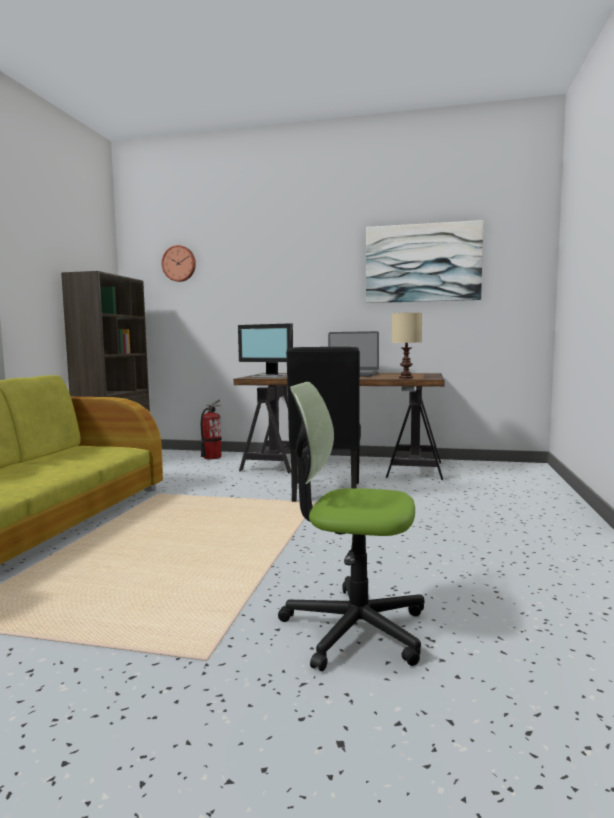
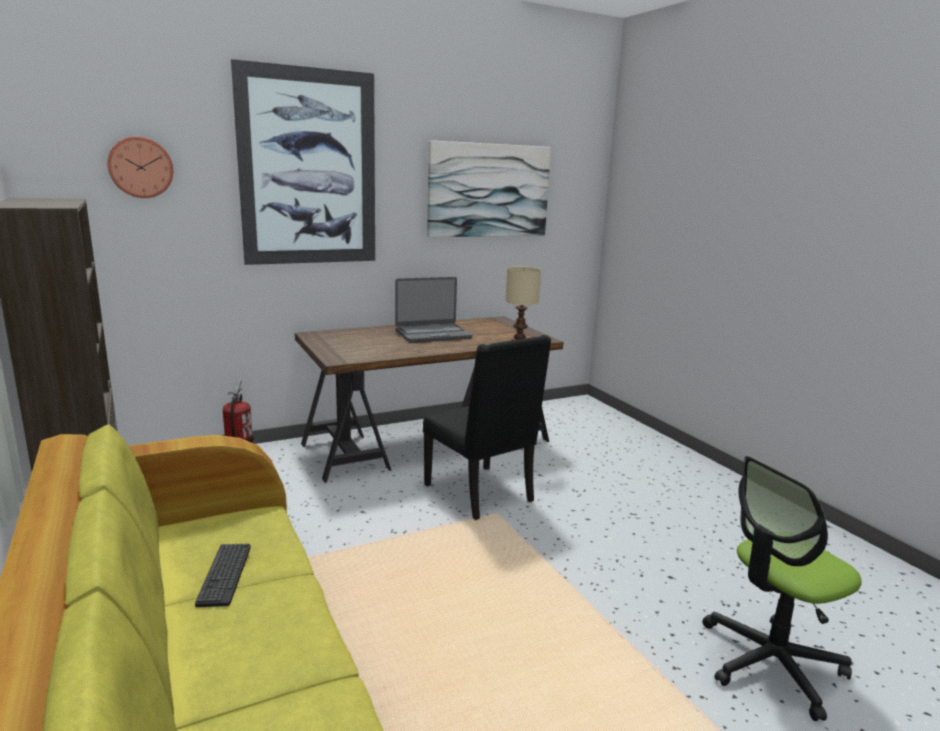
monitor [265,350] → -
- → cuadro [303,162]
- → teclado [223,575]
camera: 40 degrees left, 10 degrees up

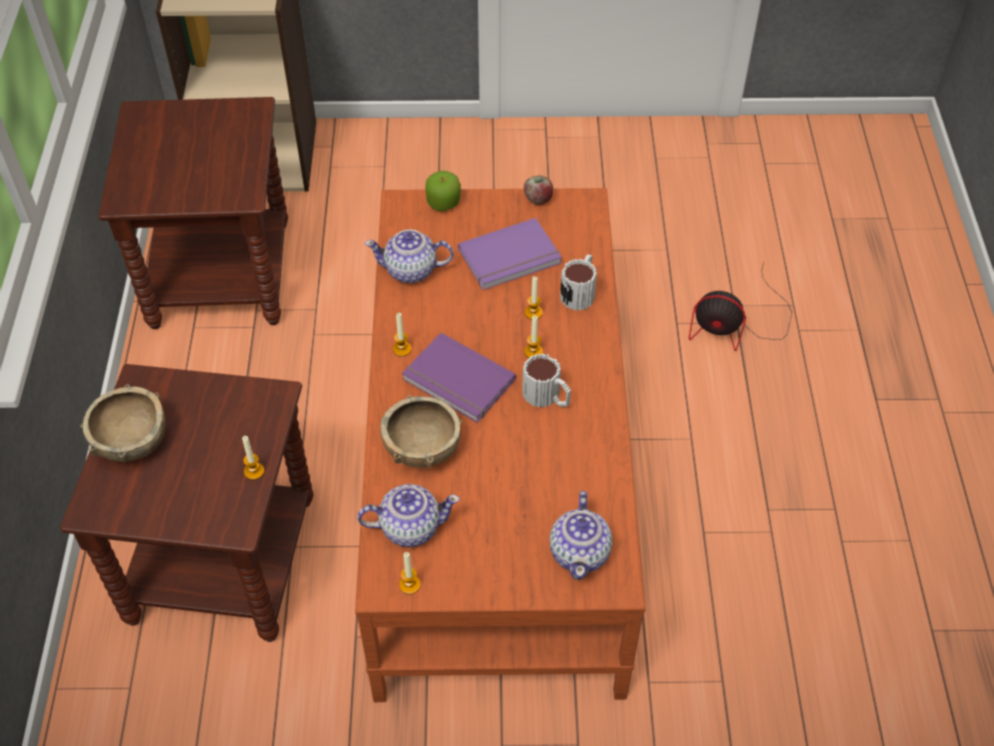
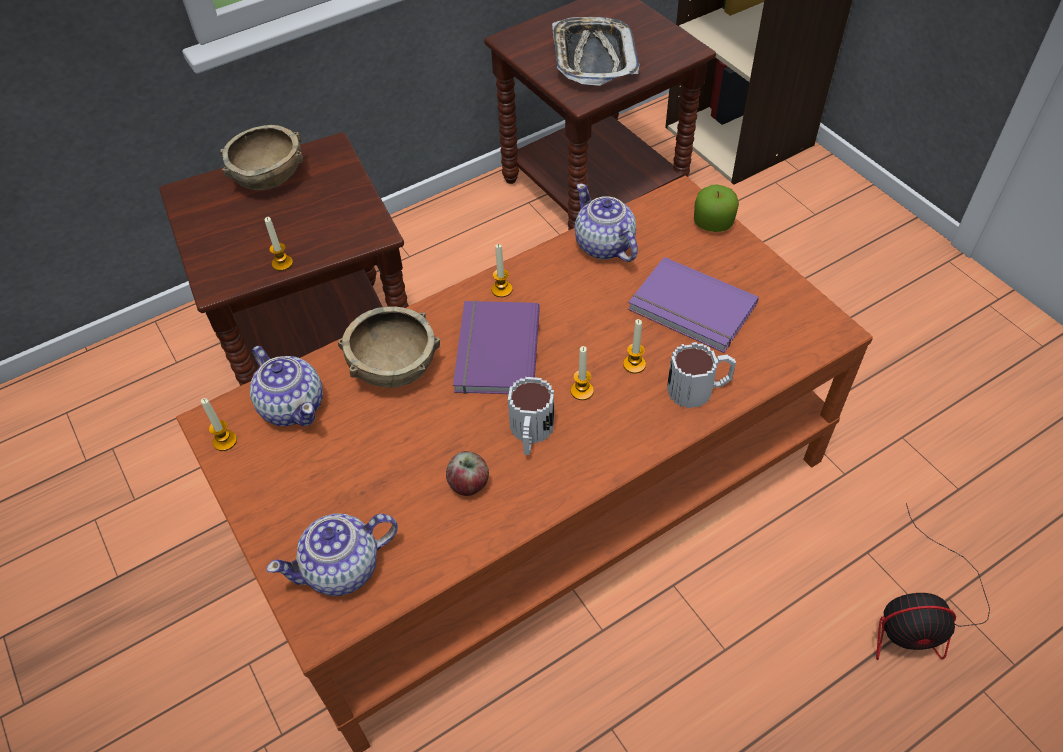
manzana [538,190] → manzana [467,473], moved
ventilador [740,306] → ventilador [933,581], 75 degrees counterclockwise
- → bandeja [595,51]
camera: 60 degrees right, 0 degrees up

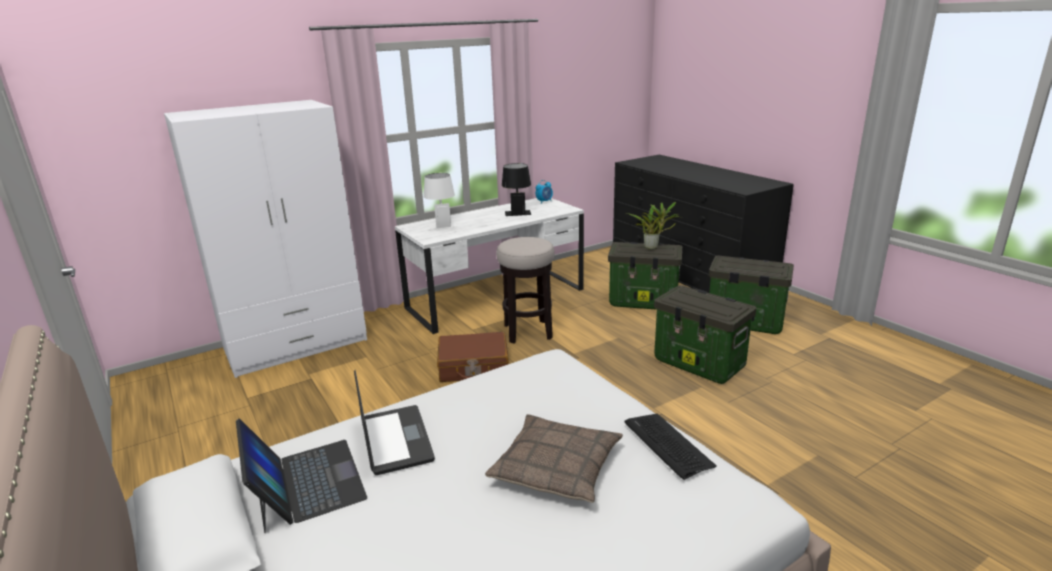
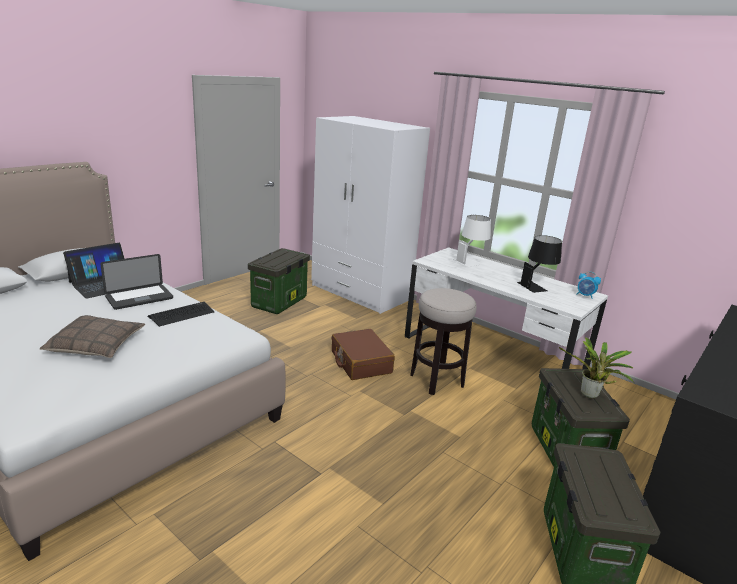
caja de almacenaje [705,335] → caja de almacenaje [279,281], moved
teclado [670,447] → teclado [181,314], moved
camera: 70 degrees right, 0 degrees up

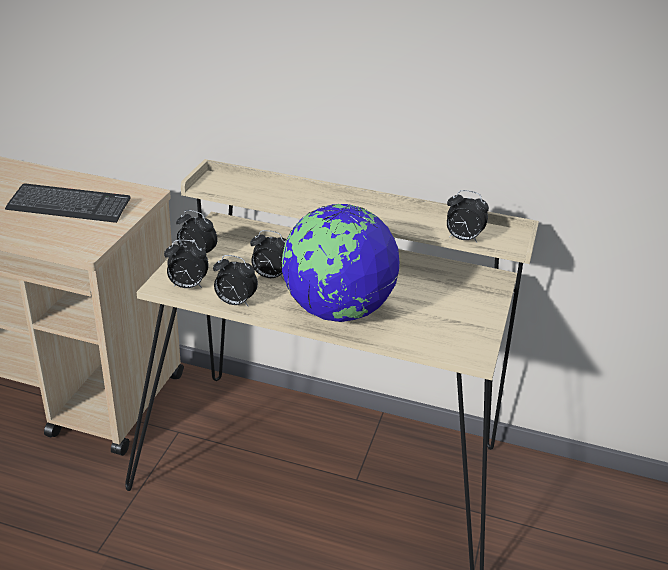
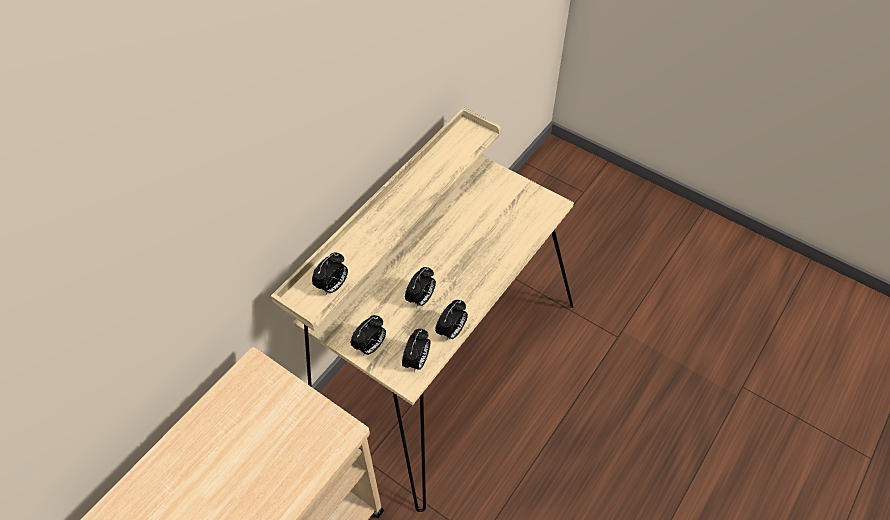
teclado [67,203] → -
despertador [468,216] → despertador [330,274], moved
globo terráqueo [341,263] → -
camera: 70 degrees left, 20 degrees up

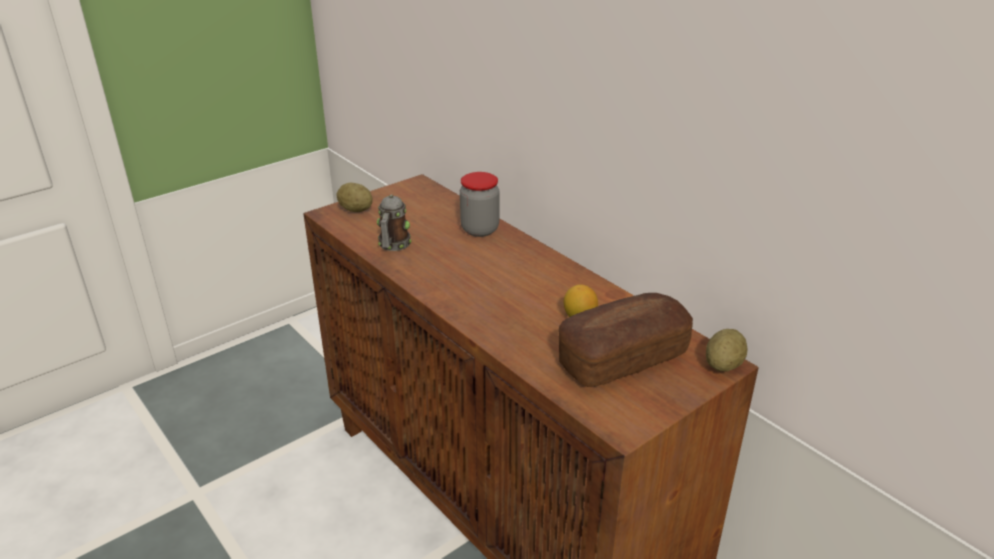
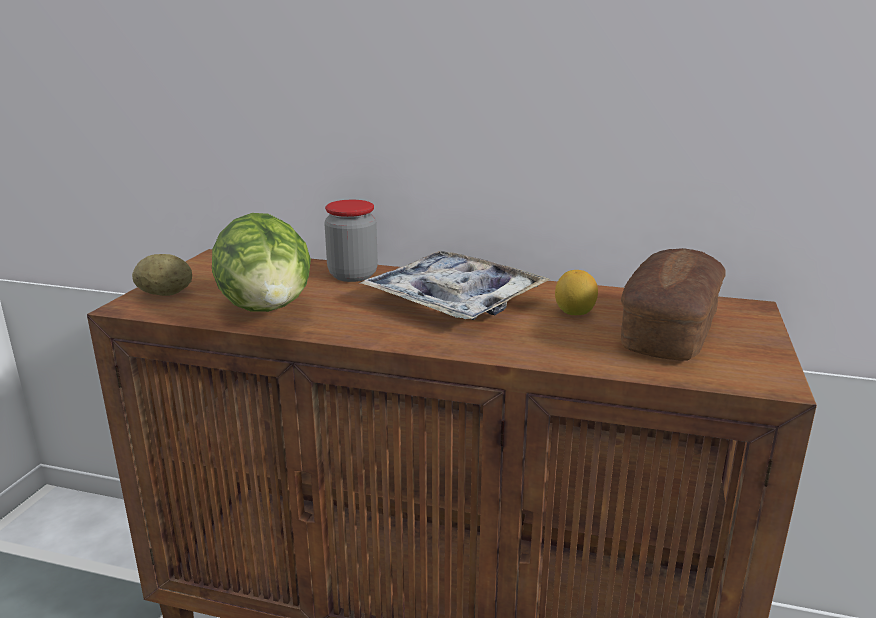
taza grande [394,222] → lechuga [261,262]
patata [726,350] → -
- → bandeja [455,285]
camera: 35 degrees left, 10 degrees down

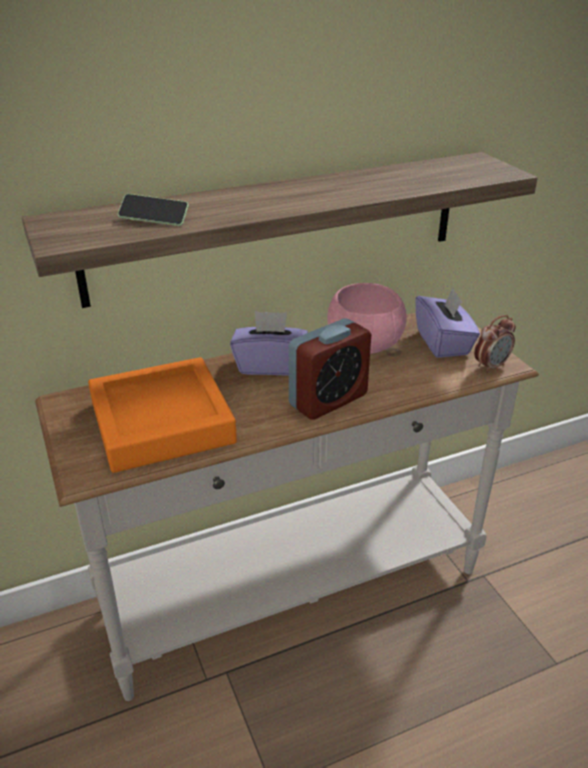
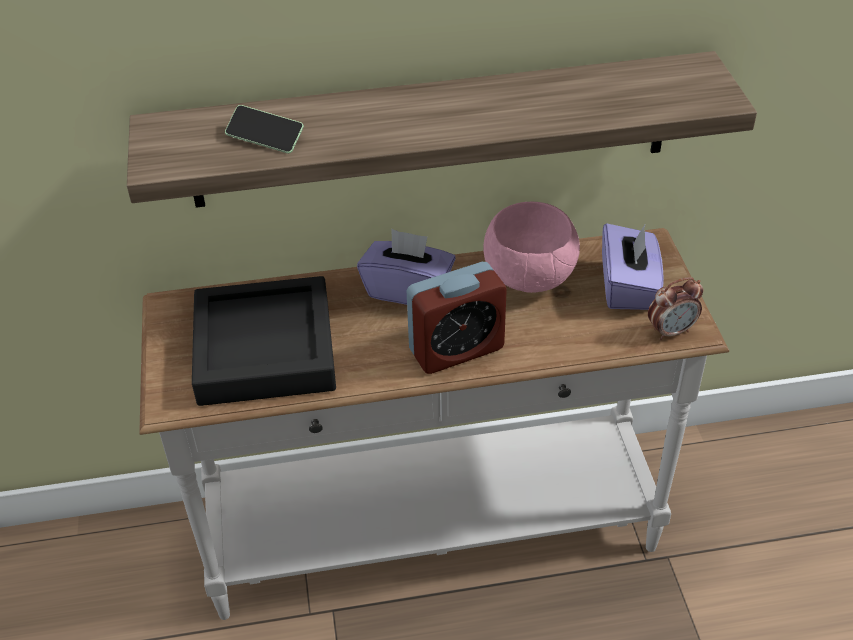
bandeja [naranja] [162,415] → bandeja [negro] [264,341]
camera: 15 degrees right, 10 degrees up

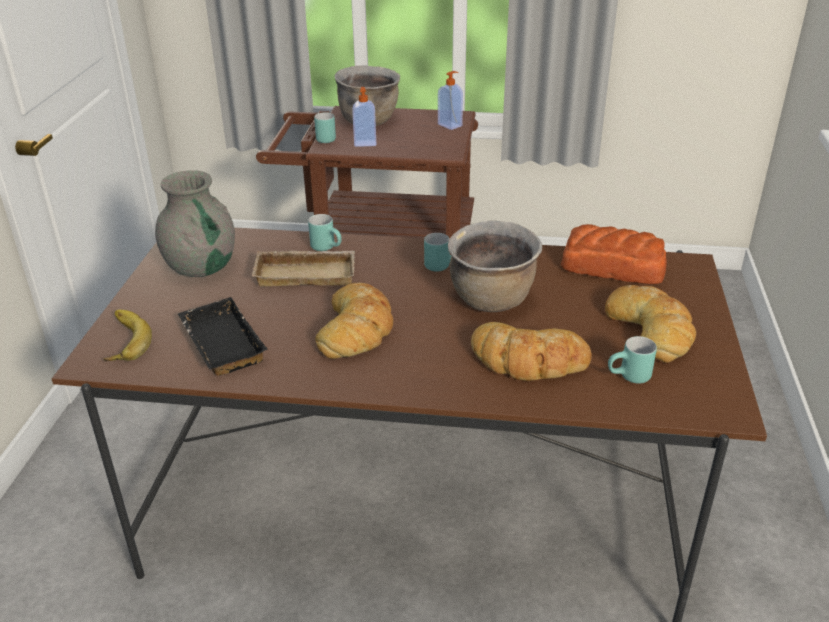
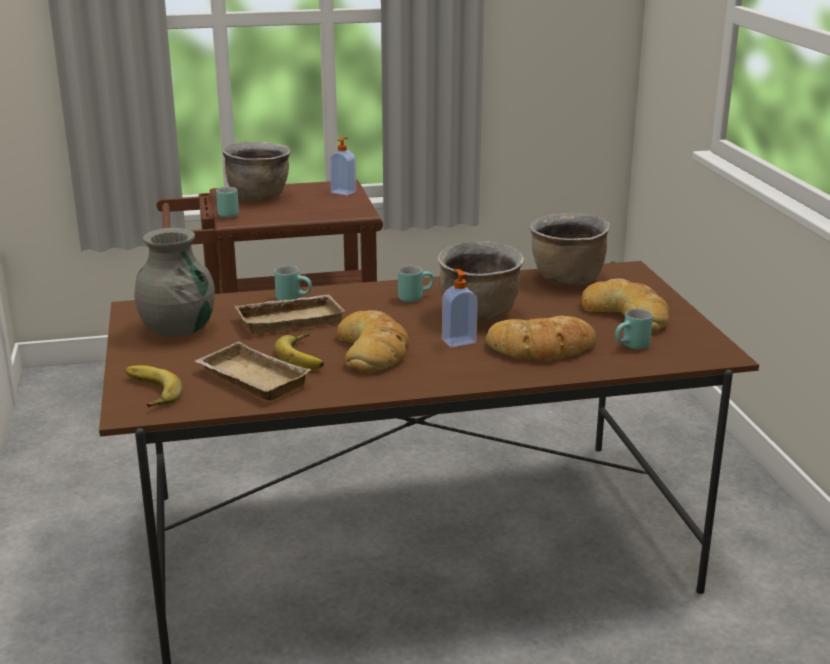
dispensador de jabón [364,117] → dispensador de jabón [460,308], moved
pan [614,254] → olla [marrón] [569,249]
bandeja [negro] [223,336] → bandeja [beis] [253,371]
- → plátano [299,352]
camera: 20 degrees left, 10 degrees down

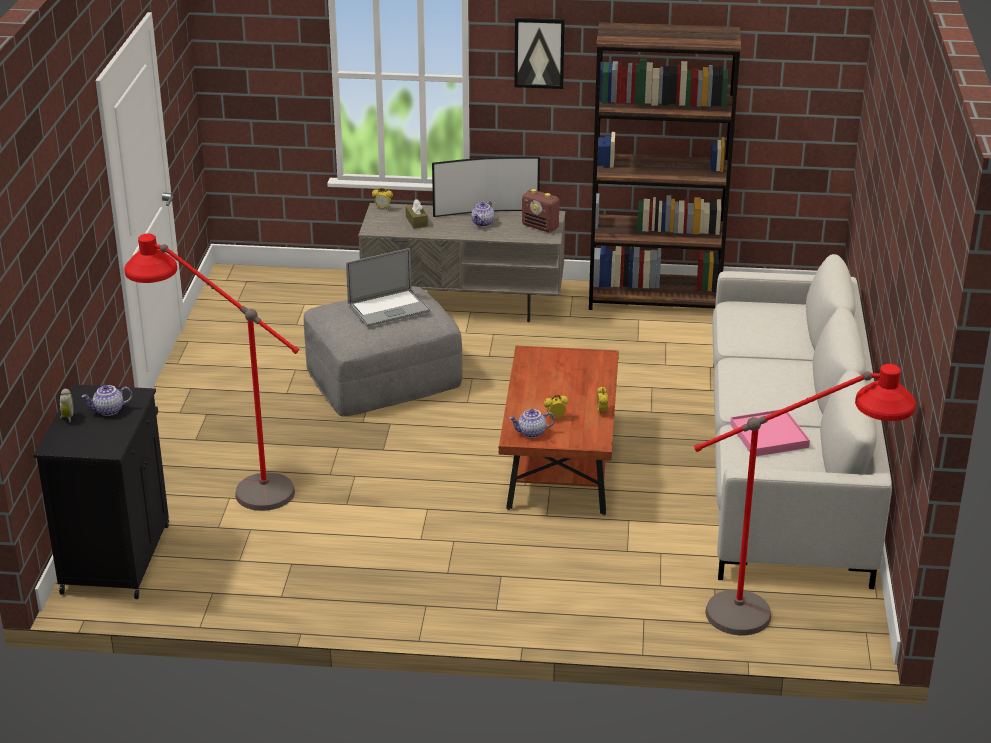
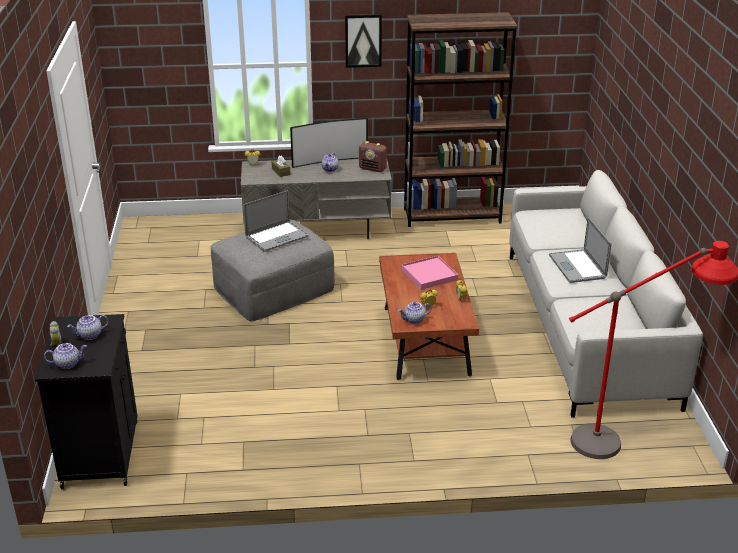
lámpara de pie [rojo] [211,372] → -
bandeja [rosa] [770,432] → bandeja [rosa] [429,273], moved
- → portátil [580,250]
- → tetera [65,356]
camera: 10 degrees left, 0 degrees up

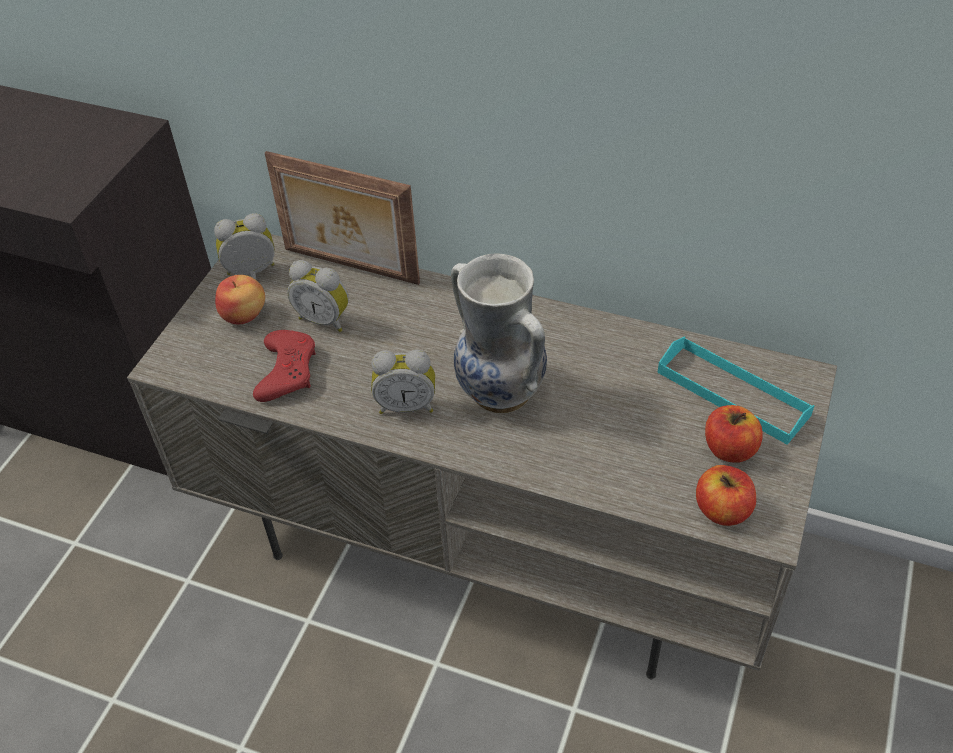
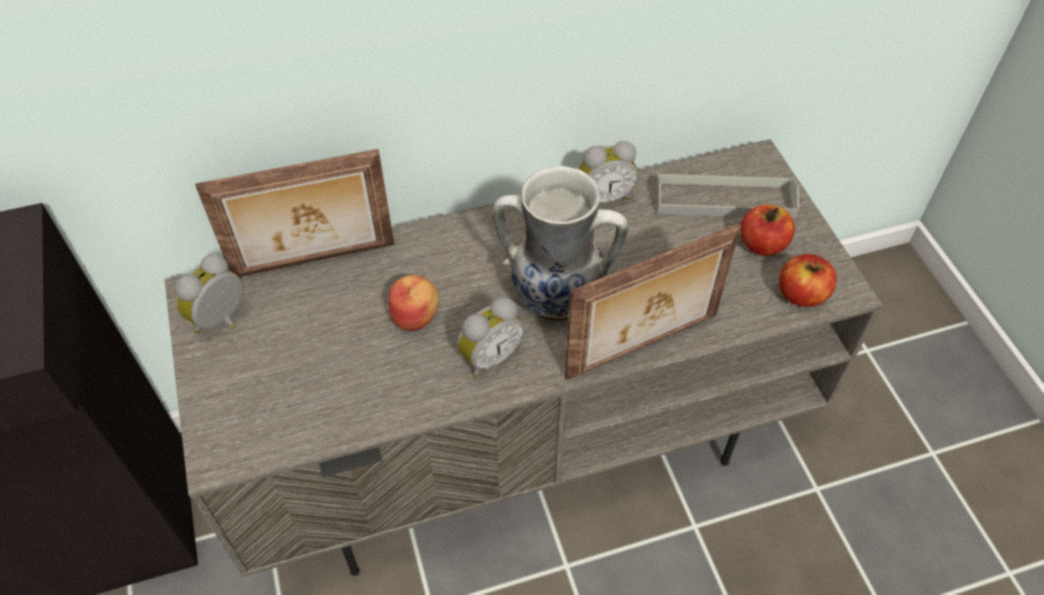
despertador [318,296] → despertador [608,172], moved
manzana [240,299] → manzana [413,303], moved
mando de consola [rojo] [284,366] → -
bandeja [turquesa] [736,390] → bandeja [gris] [727,195]
- → portarretratos [652,301]
camera: 40 degrees left, 5 degrees up

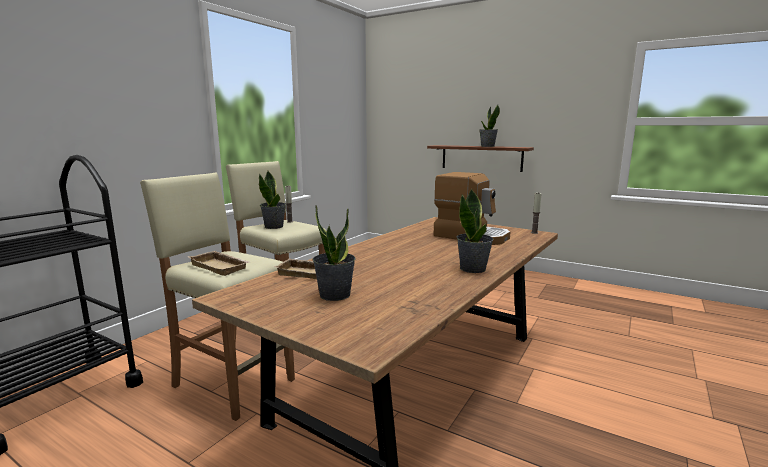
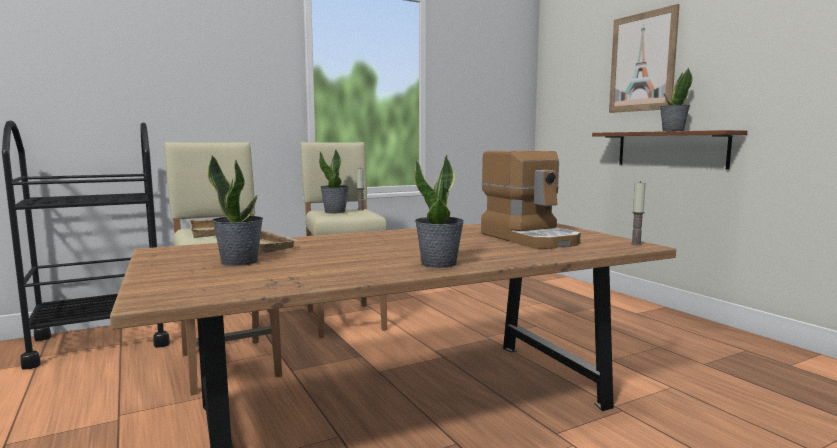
- → cuadro [644,58]
camera: 30 degrees right, 5 degrees down

